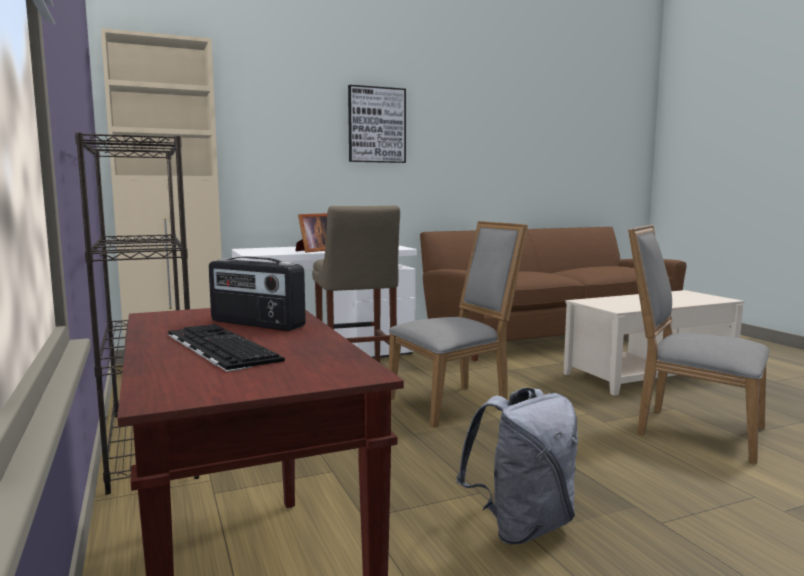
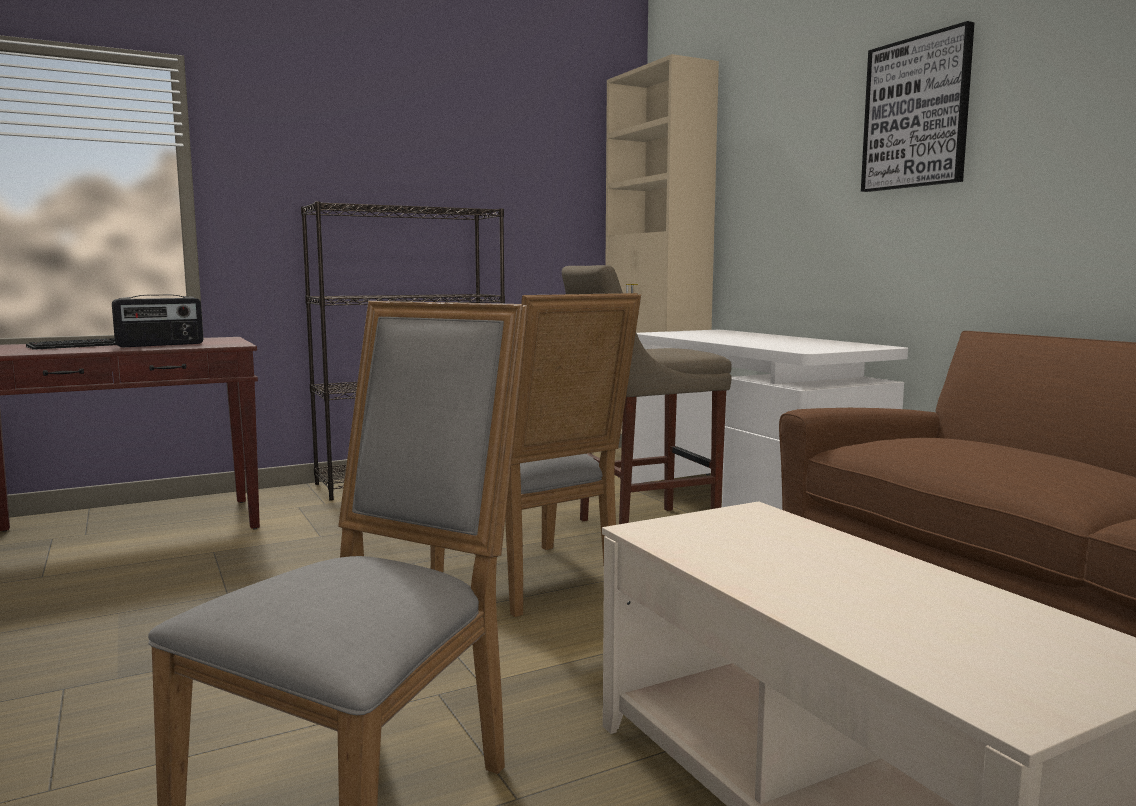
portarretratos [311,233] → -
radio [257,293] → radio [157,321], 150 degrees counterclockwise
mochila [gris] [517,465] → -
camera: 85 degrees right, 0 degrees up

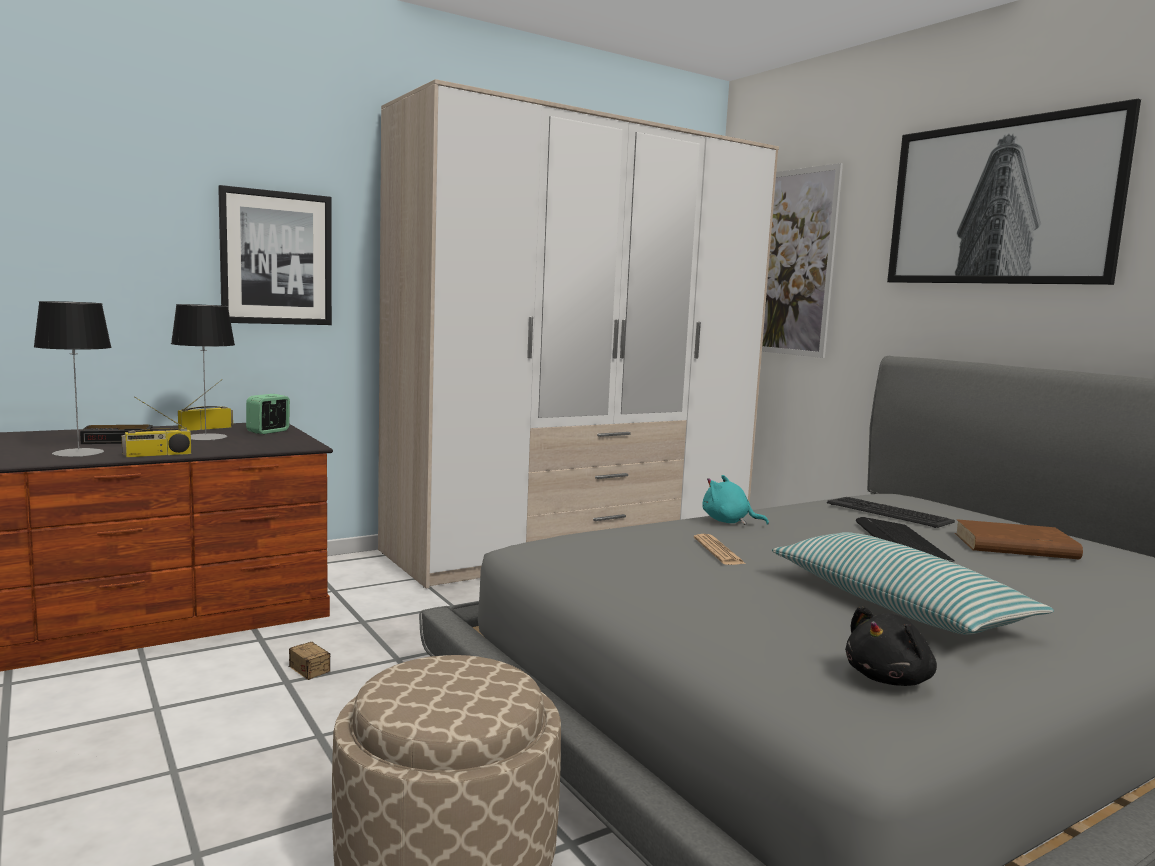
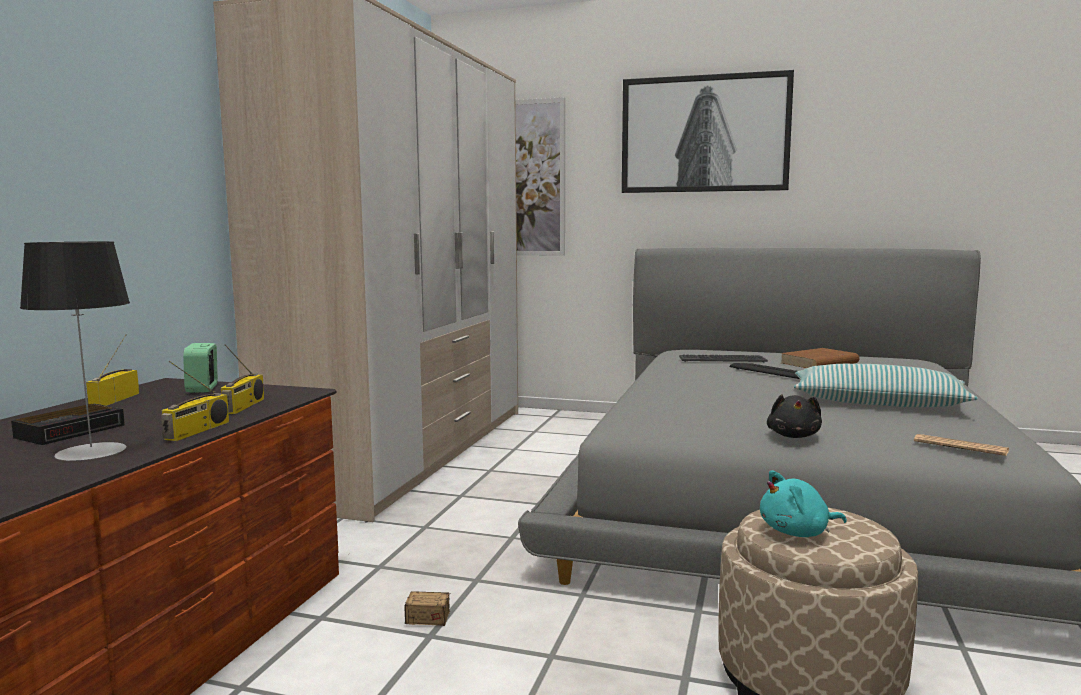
cuadro [275,255] → -
lámpara de mesa [203,372] → -
peluche [turquesa] [735,500] → peluche [turquesa] [803,503], moved
periódico [720,549] → periódico [961,445], moved
peluche [negro] [891,646] → peluche [negro] [794,416], moved
- → radio [242,379]
camera: 40 degrees left, 0 degrees up

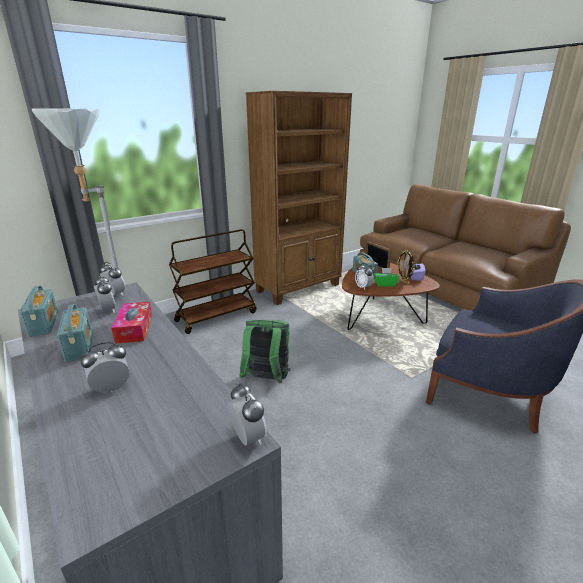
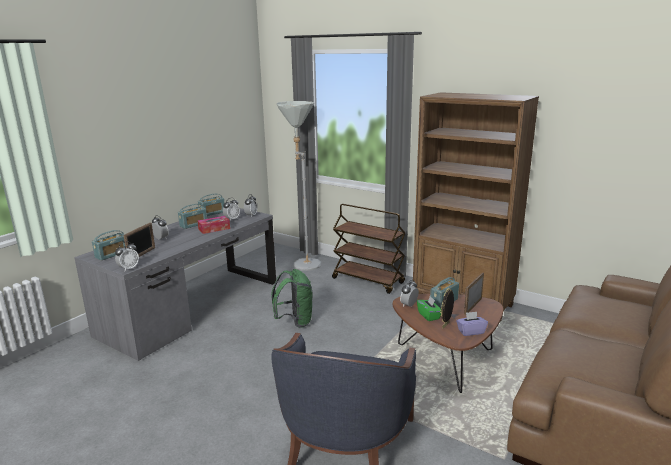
- → portarretratos [139,239]
- → radio [108,245]
camera: 70 degrees right, 5 degrees down

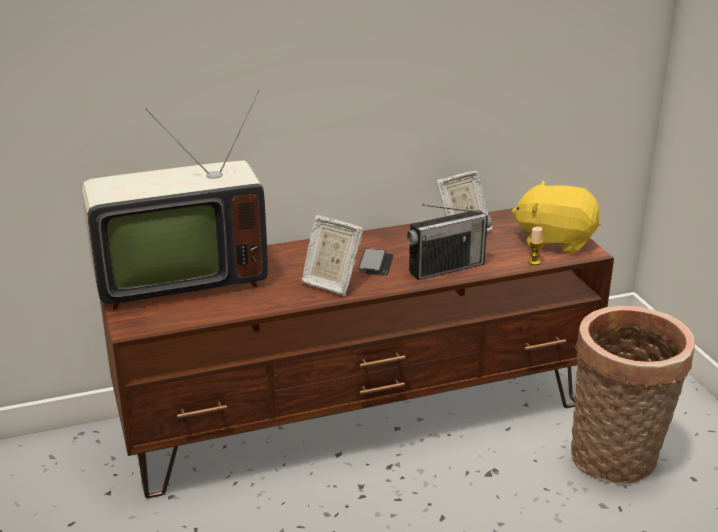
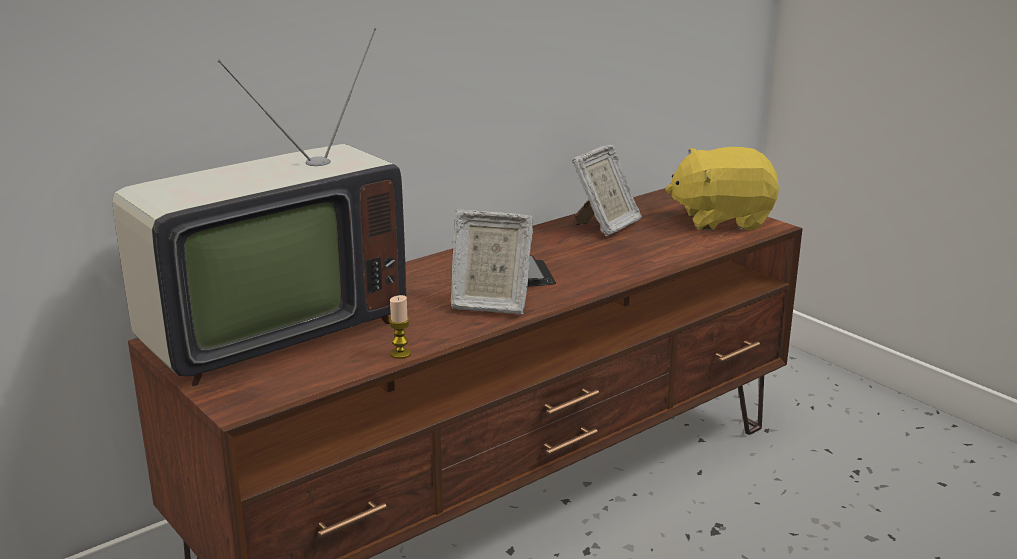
radio [449,242] → -
vela [535,246] → vela [400,327], moved
cesta [633,395] → -
camera: 20 degrees left, 5 degrees down

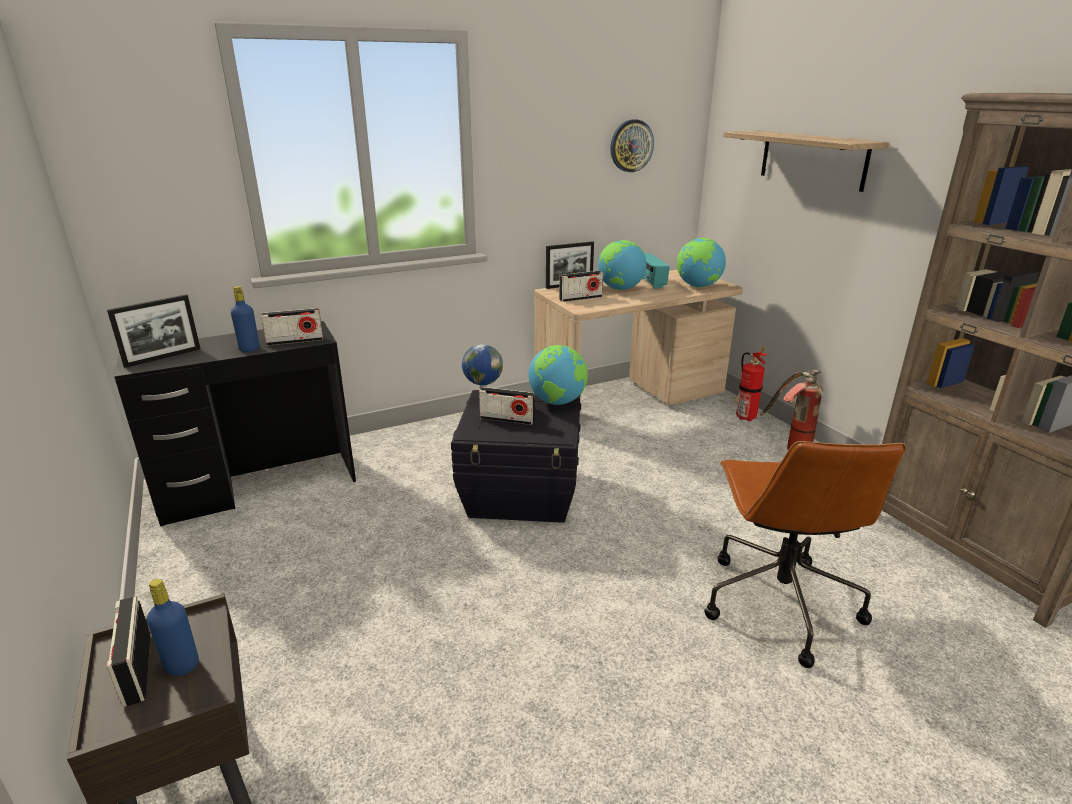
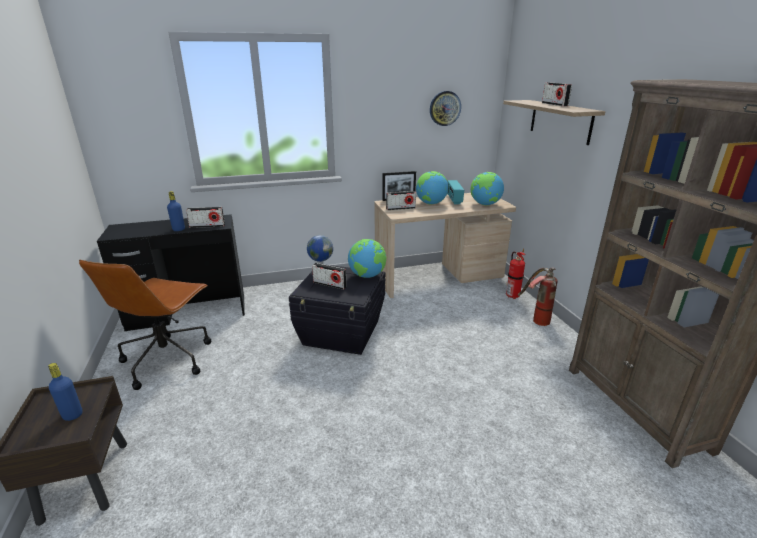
portarretratos [153,331] → -
silla de oficina [marrón] [805,554] → silla de oficina [marrón] [145,325], moved
radio [128,651] → radio [557,94], moved
camera: 10 degrees right, 0 degrees up

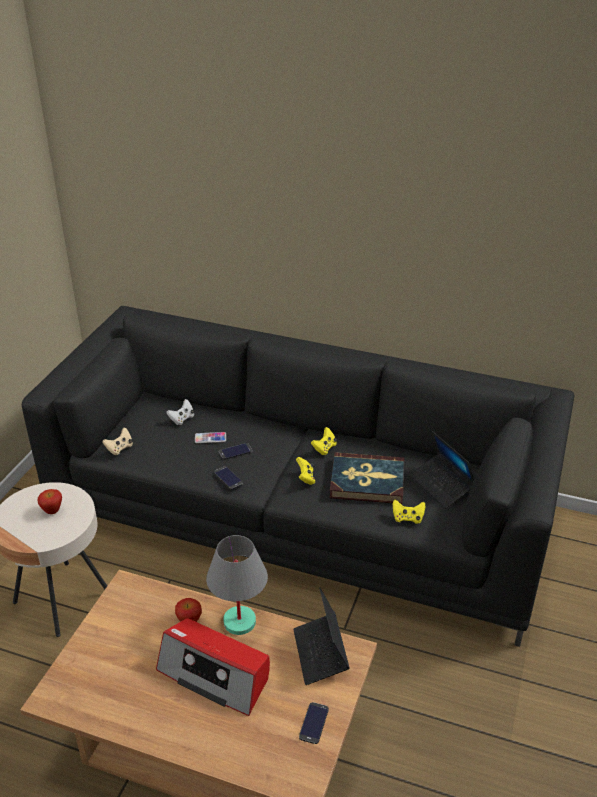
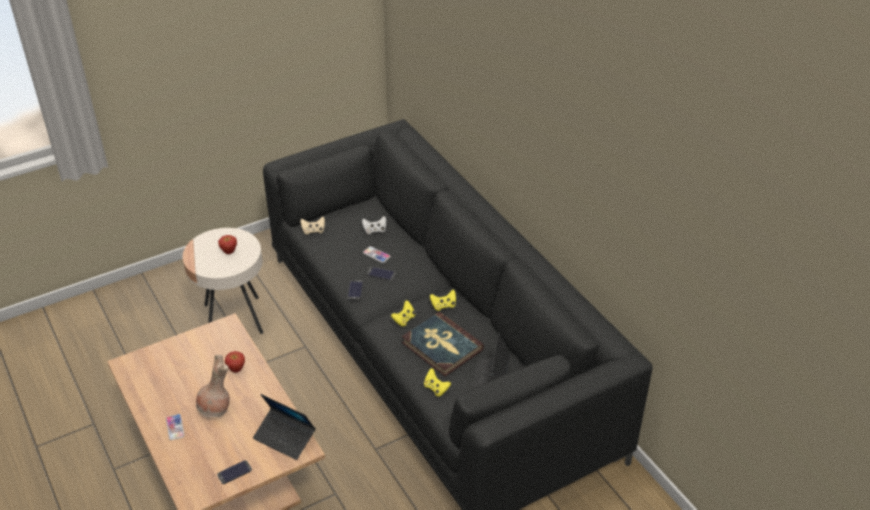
lámpara de mesa [gris] [237,585] → -
portátil [321,636] → portátil [284,427], 90 degrees counterclockwise
radio [213,667] → florero [marrón] [213,386]
- → móvil [175,427]
camera: 40 degrees right, 5 degrees up

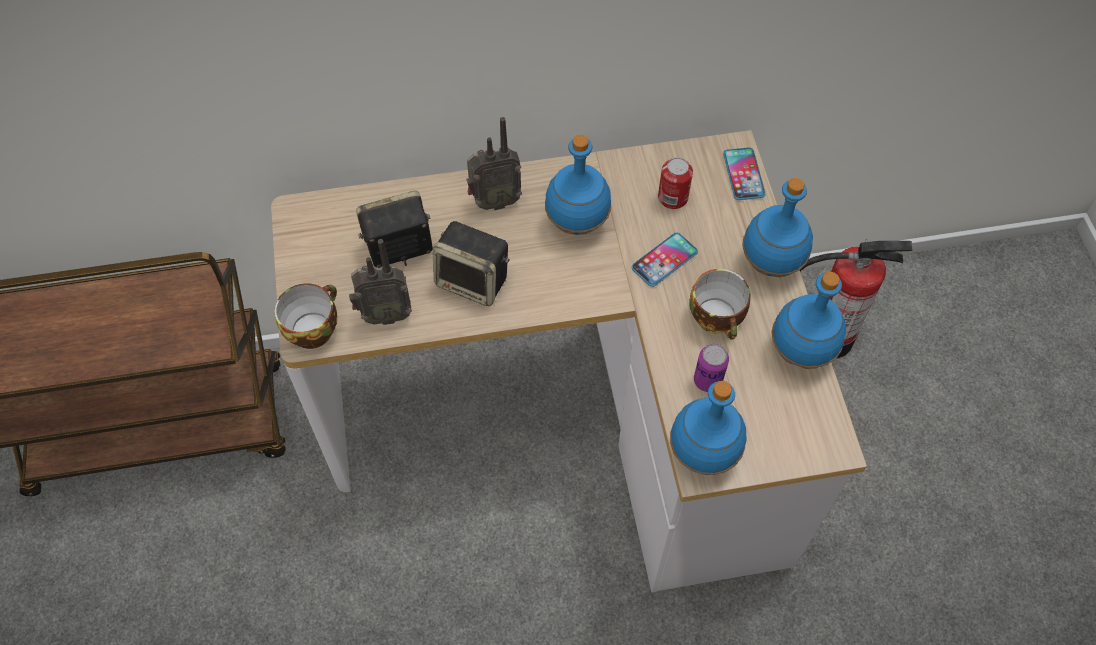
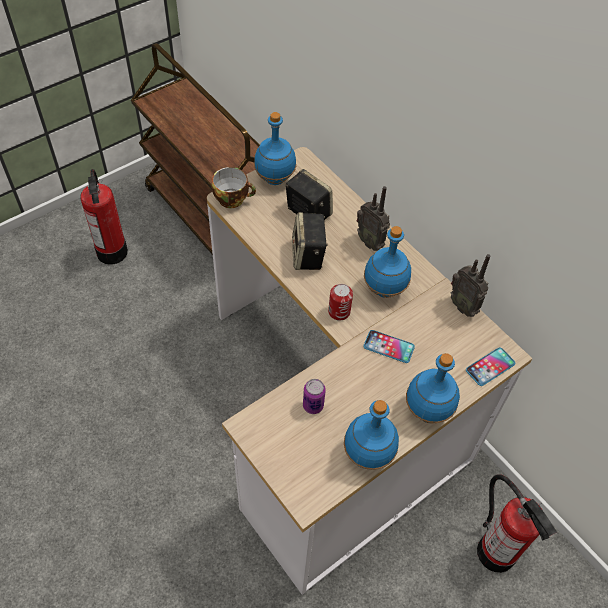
lata [675,183] → lata [340,302], moved
radio [380,282] → radio [470,285], moved
taza [720,304] → -
botella [azul] [708,428] → botella [azul] [275,148], moved
- → extintor [104,217]
camera: 60 degrees right, 5 degrees down

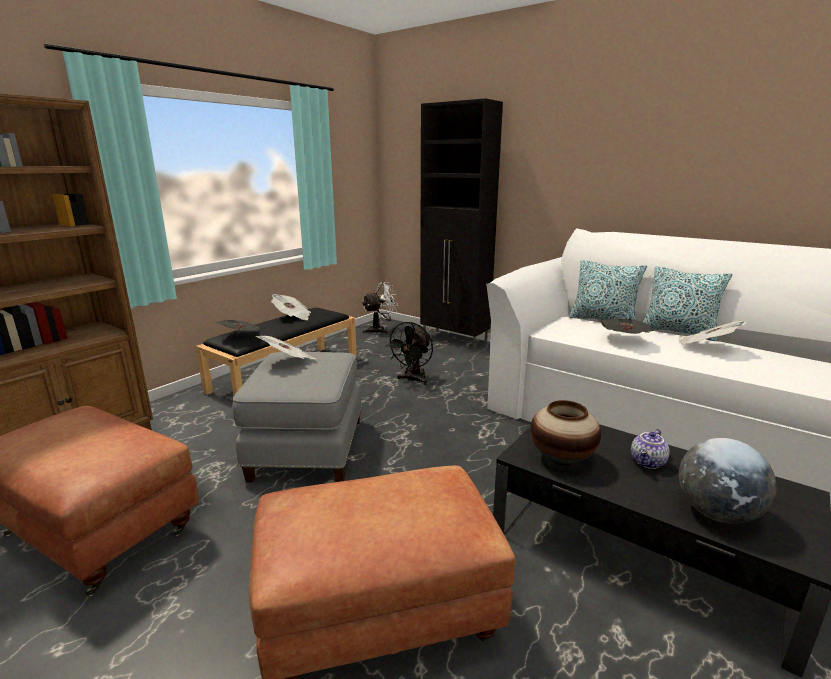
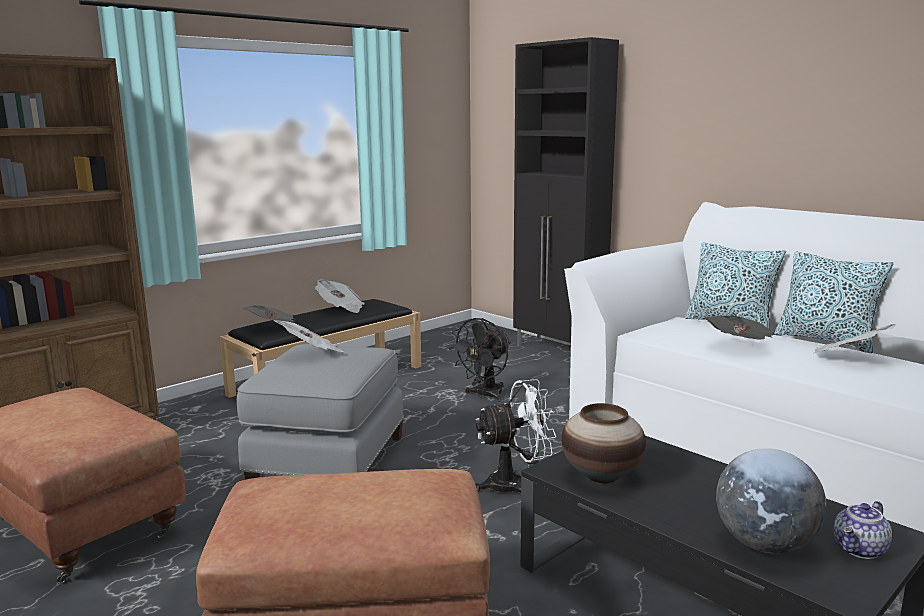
ventilador [blanco] [380,308] → ventilador [blanco] [515,436], moved
tetera [650,449] → tetera [863,530], moved
camera: 10 degrees right, 5 degrees down

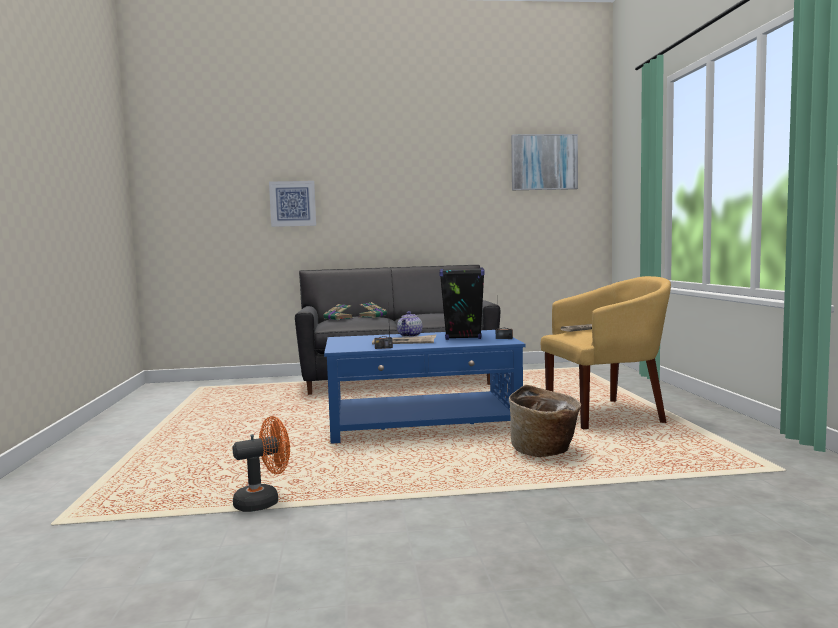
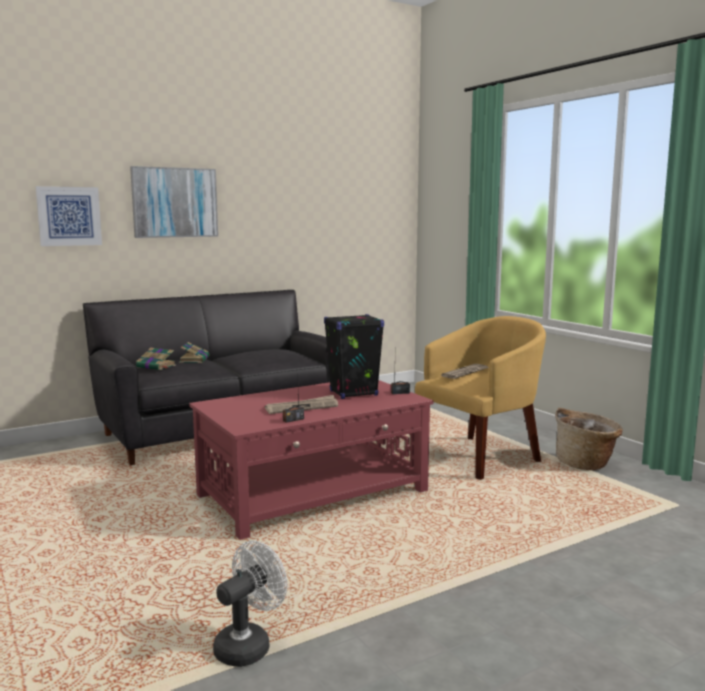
cuadro [544,162] → cuadro [174,202], moved
tetera [409,324] → -
mesa de centro [azul] [424,387] → mesa de centro [rojo] [311,460]
cesta [545,421] → cesta [589,439], moved
ventilador [naranja] [261,464] → ventilador [blanco] [250,604]
camera: 25 degrees left, 5 degrees up

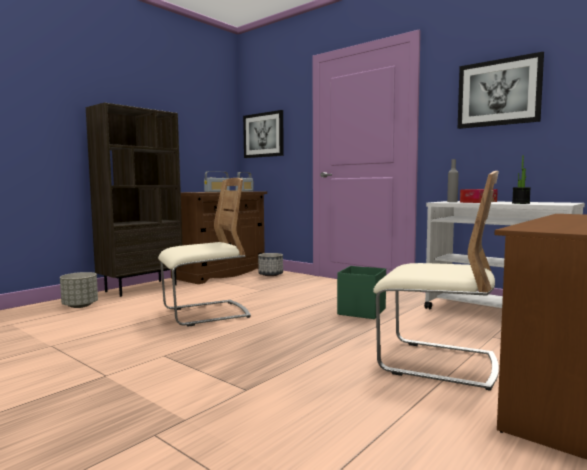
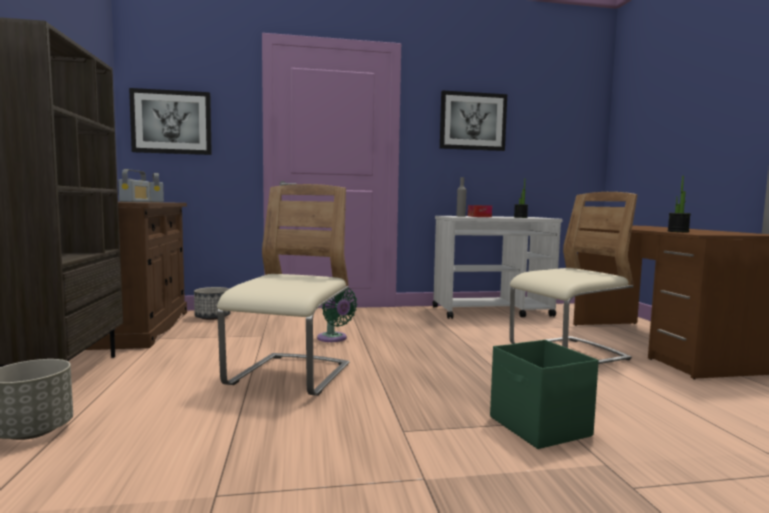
caja de almacenaje [verde] [361,292] → caja de almacenaje [verde] [544,394], moved
- → planta en maceta [679,204]
- → ventilador [verde] [337,315]
camera: 50 degrees left, 0 degrees up

